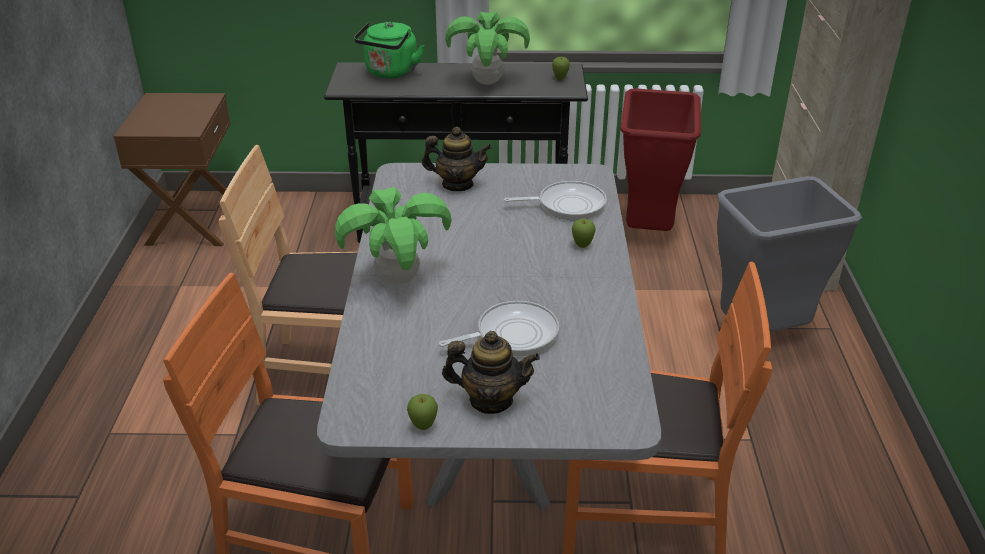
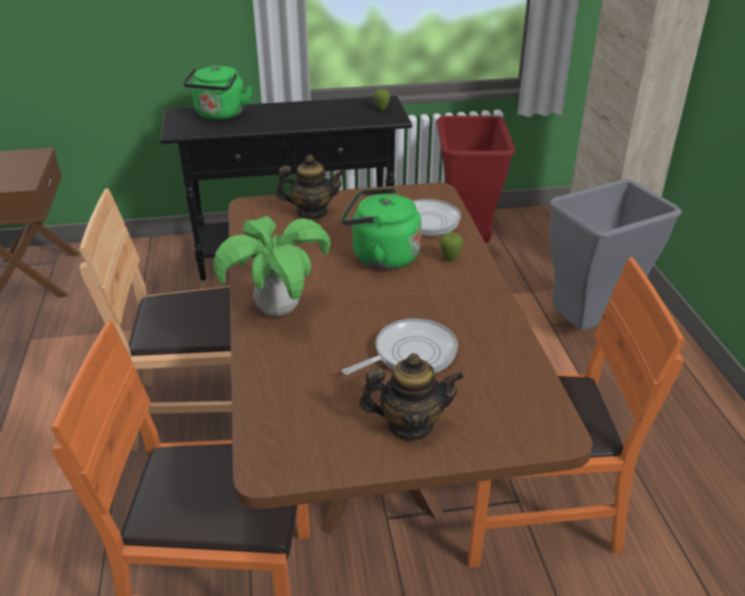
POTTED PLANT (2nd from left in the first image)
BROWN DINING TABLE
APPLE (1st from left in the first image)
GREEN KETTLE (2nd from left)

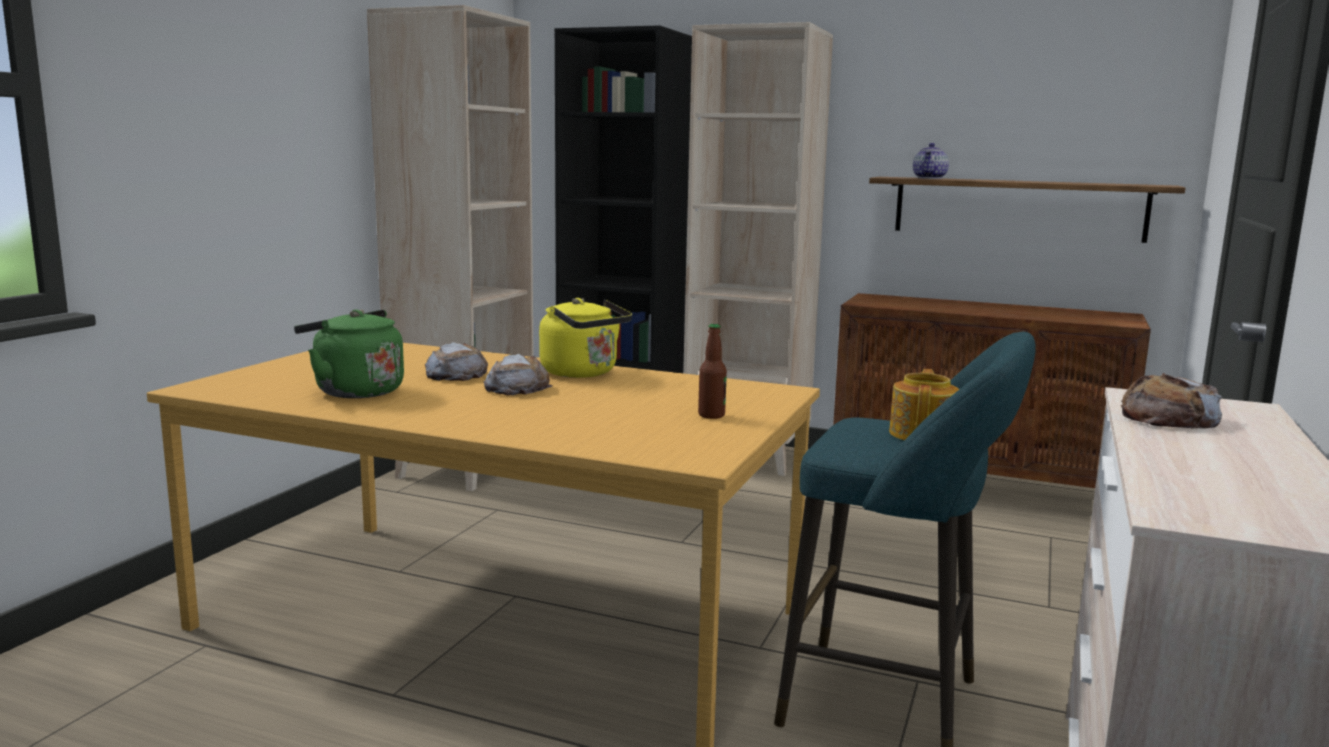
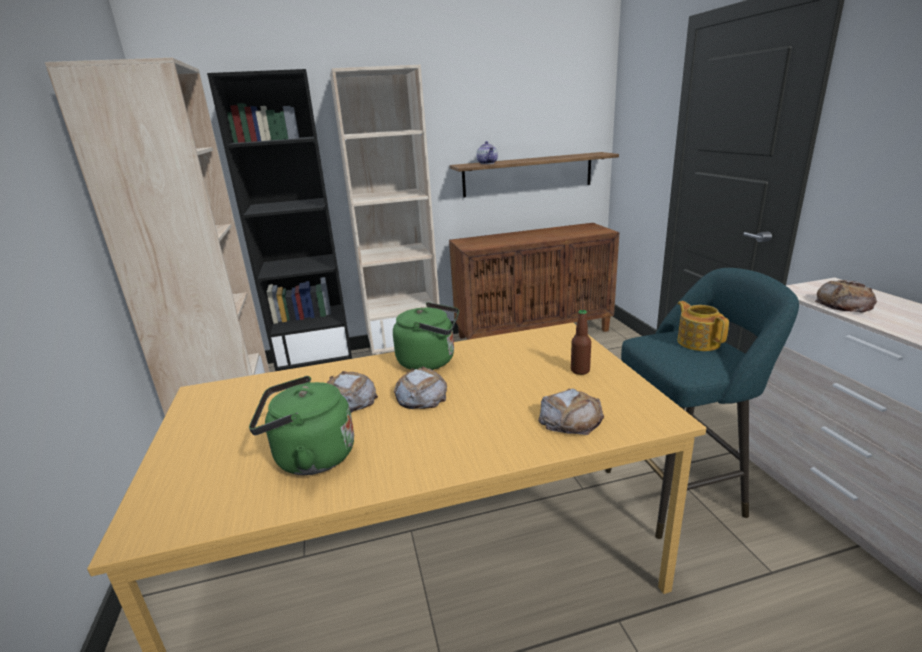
GREEN KETTLE (2nd from left)
BREAD (3rd from left)

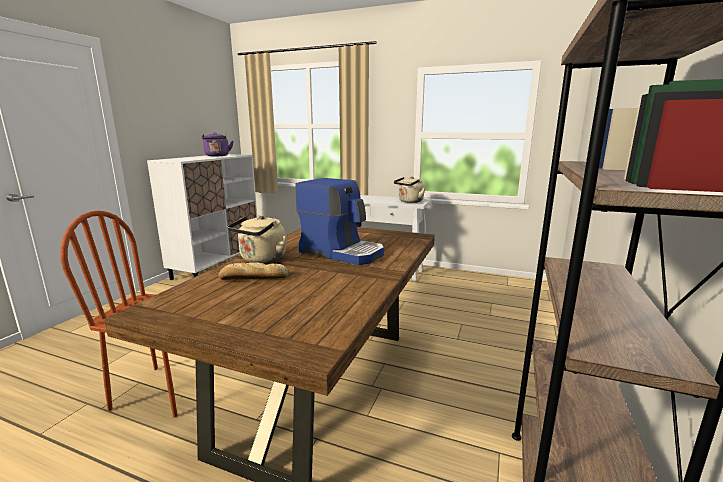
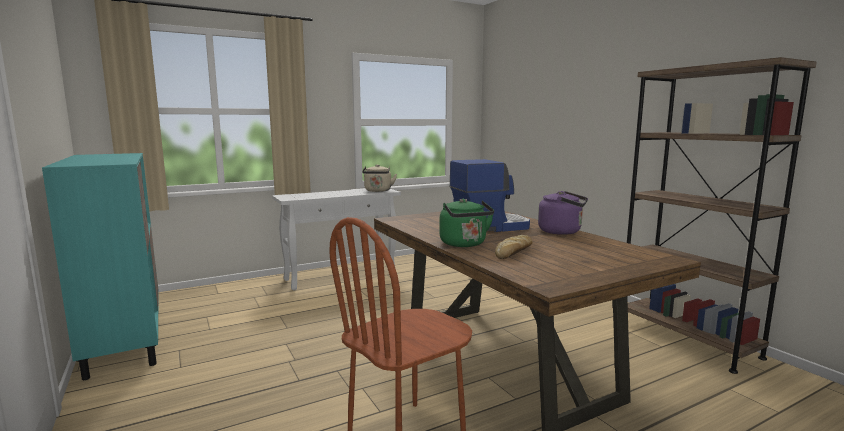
PURPLE KETTLE
TURQUOISE CABINET
GREEN KETTLE

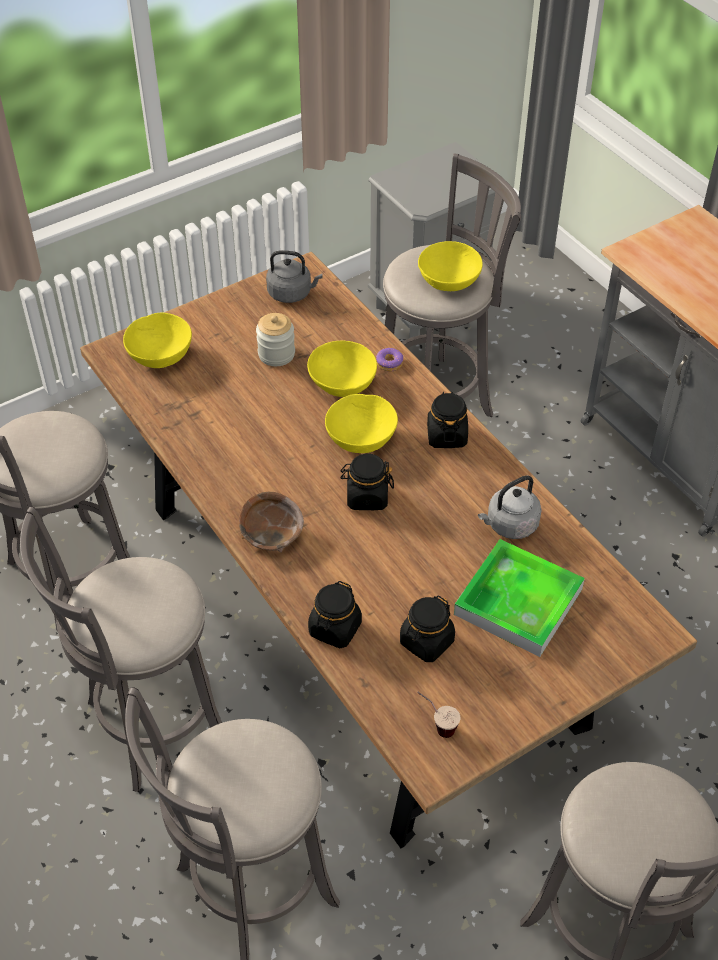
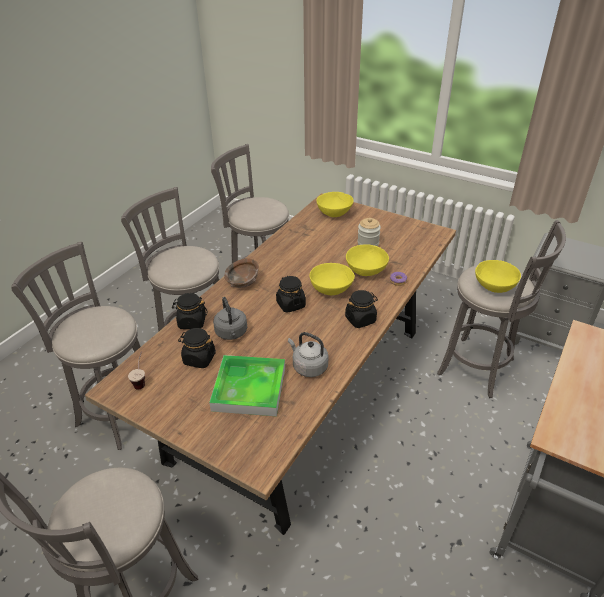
GREY KETTLE (1st from left)

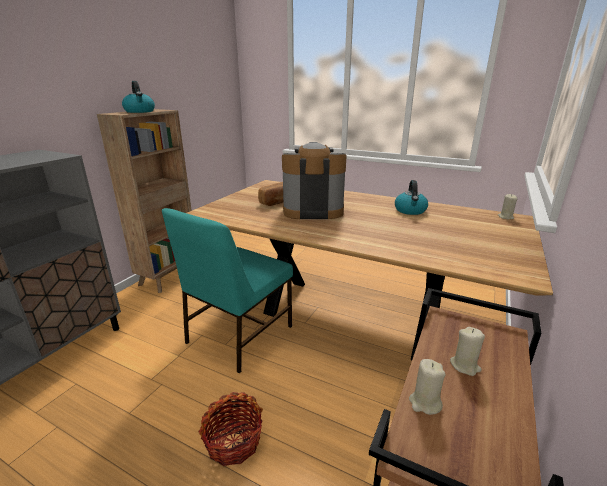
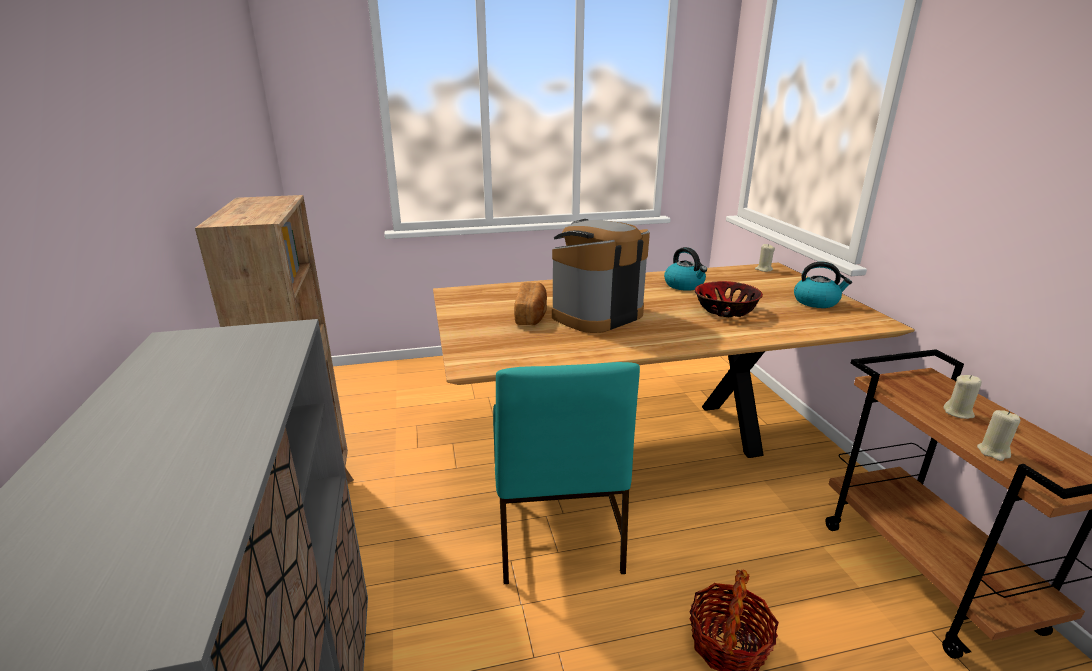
KETTLE (2nd from left)
BOWL

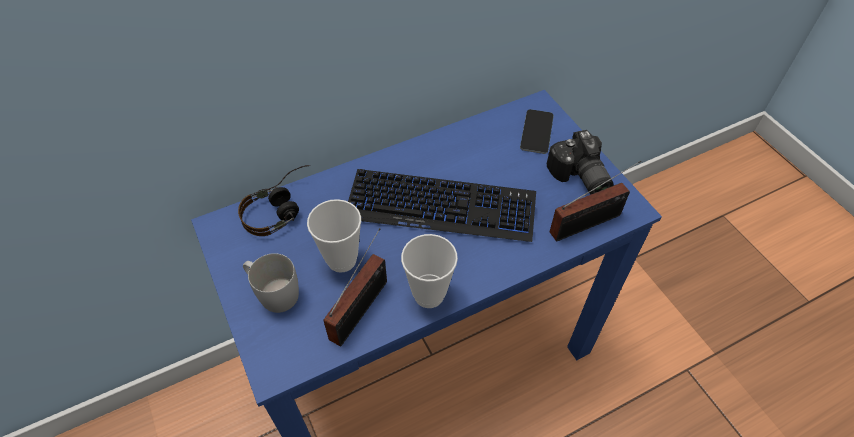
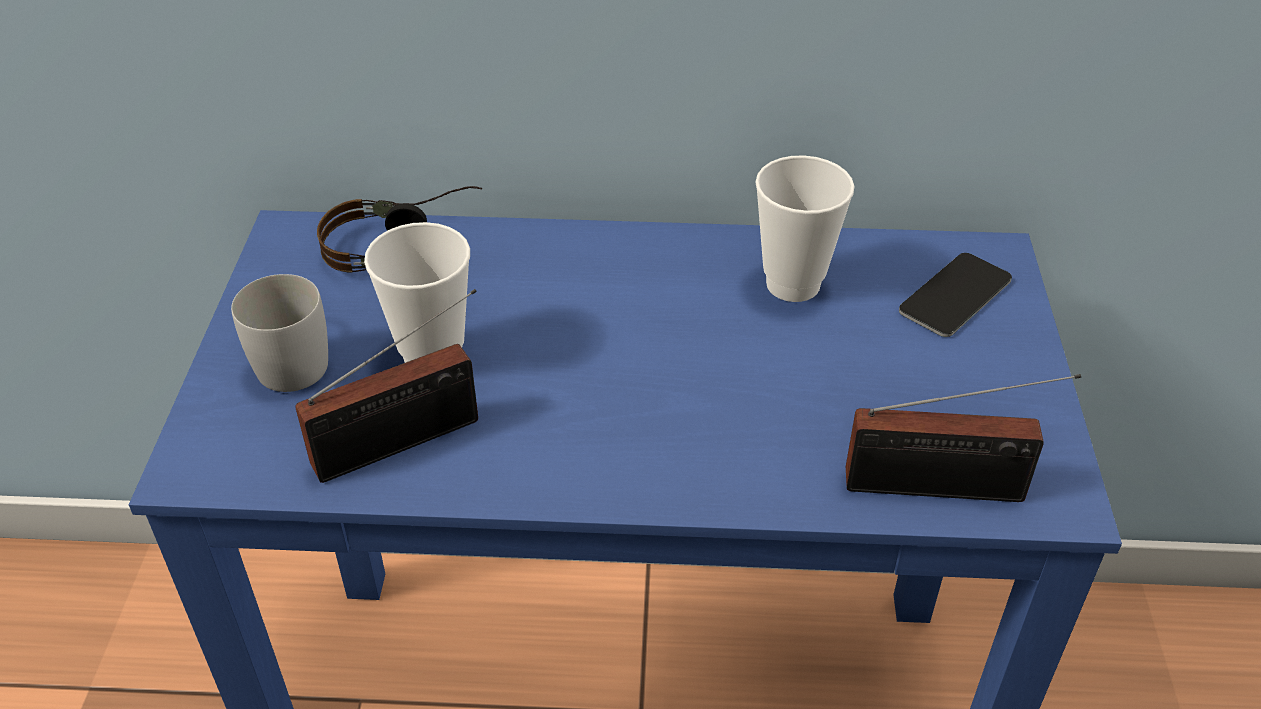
PHOTO CAMERA
KEYBOARD
CUP (2nd from left)

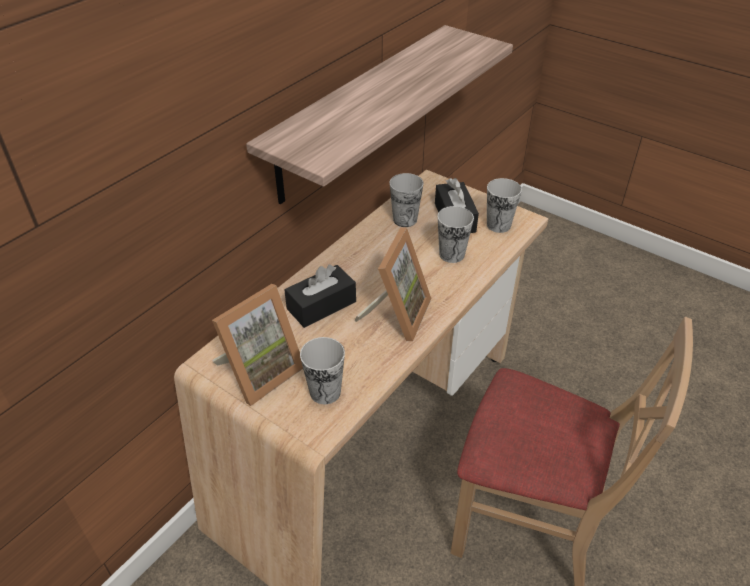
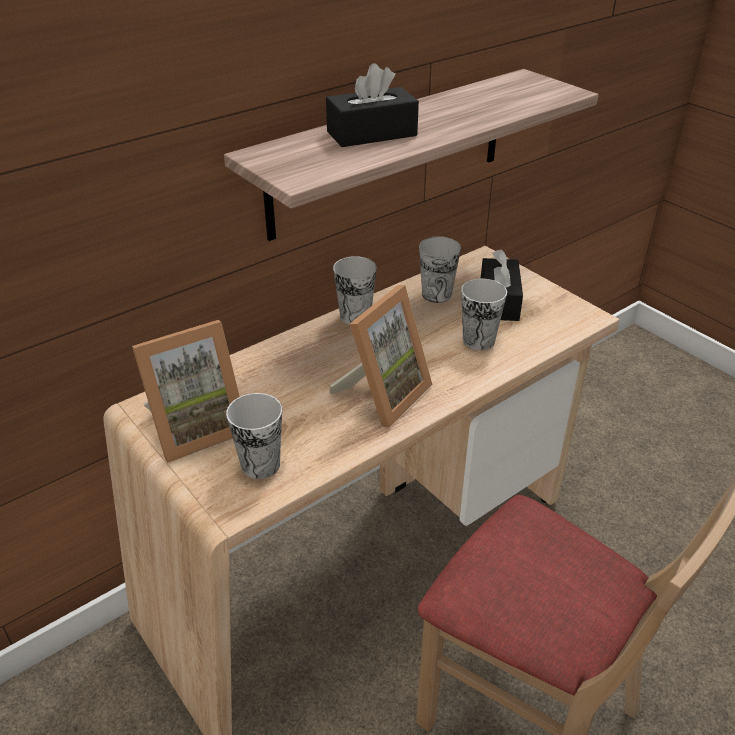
CUP (2nd from left)
BLACK TISSUE BOX (1st from left)

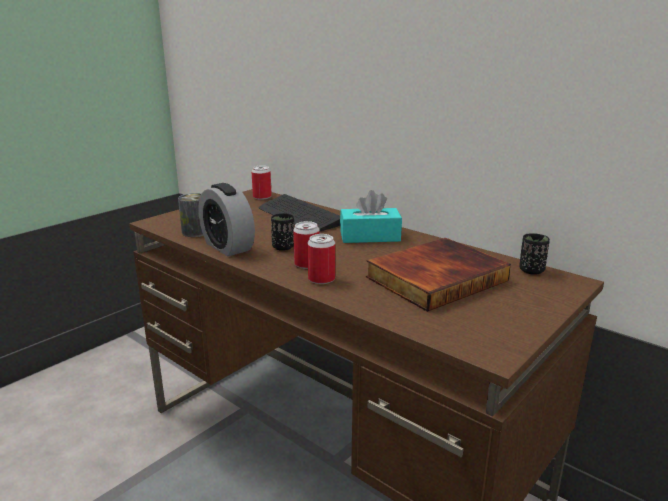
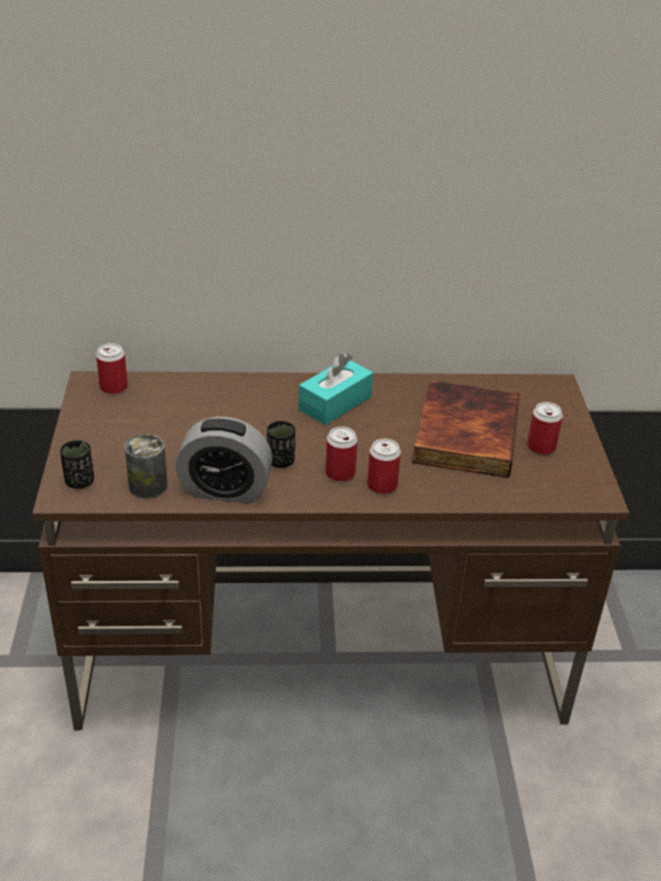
KEYBOARD
BLACK CUP (1st from left)
CAN (5th from left)

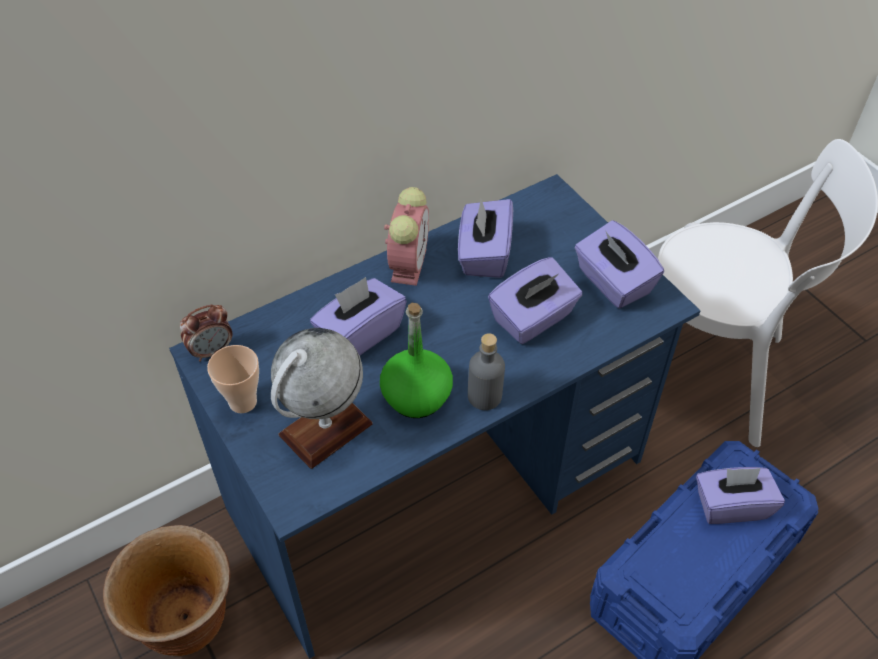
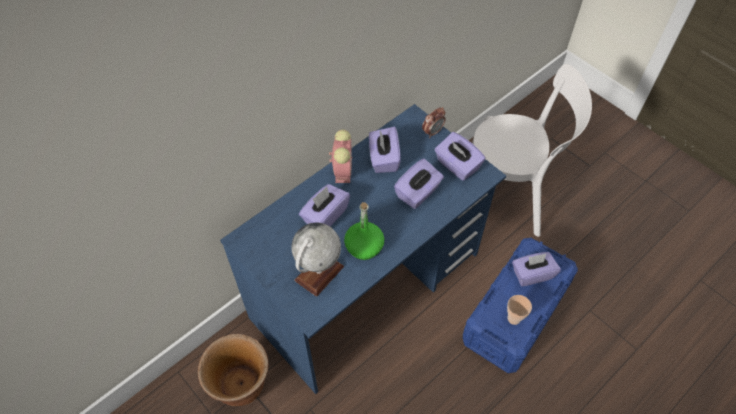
ALARM CLOCK (2nd from left)
GREY BOTTLE
CUP

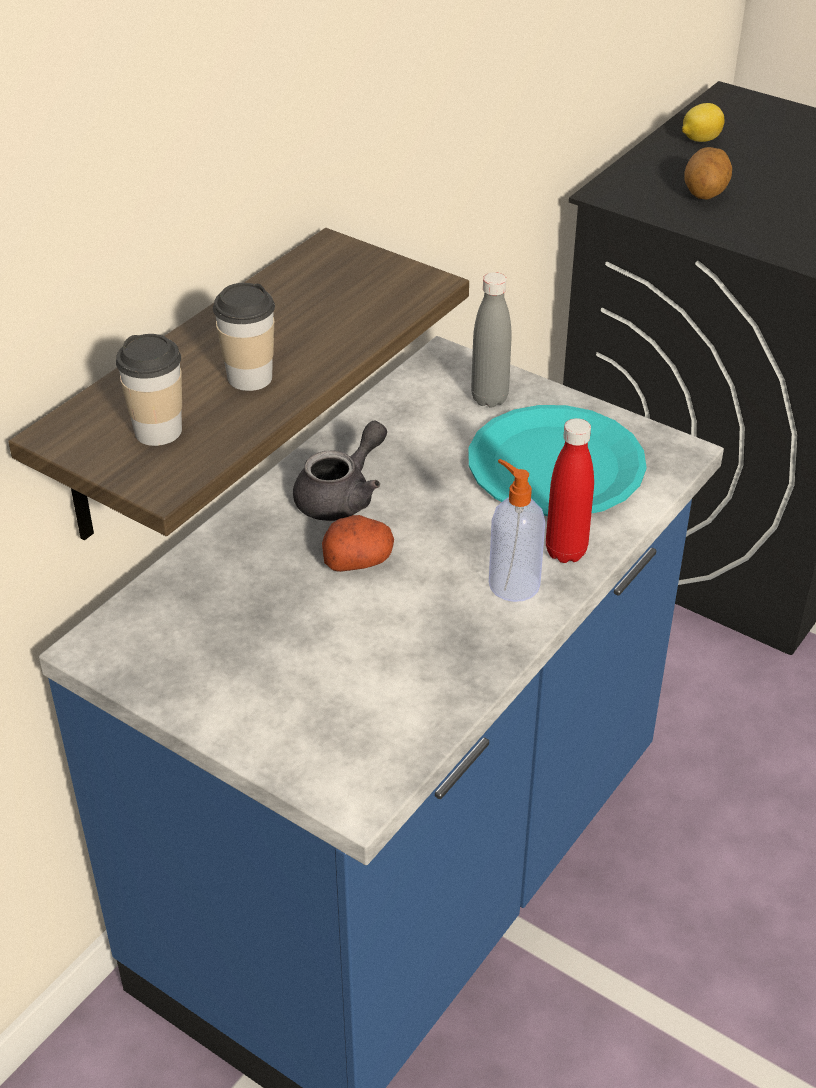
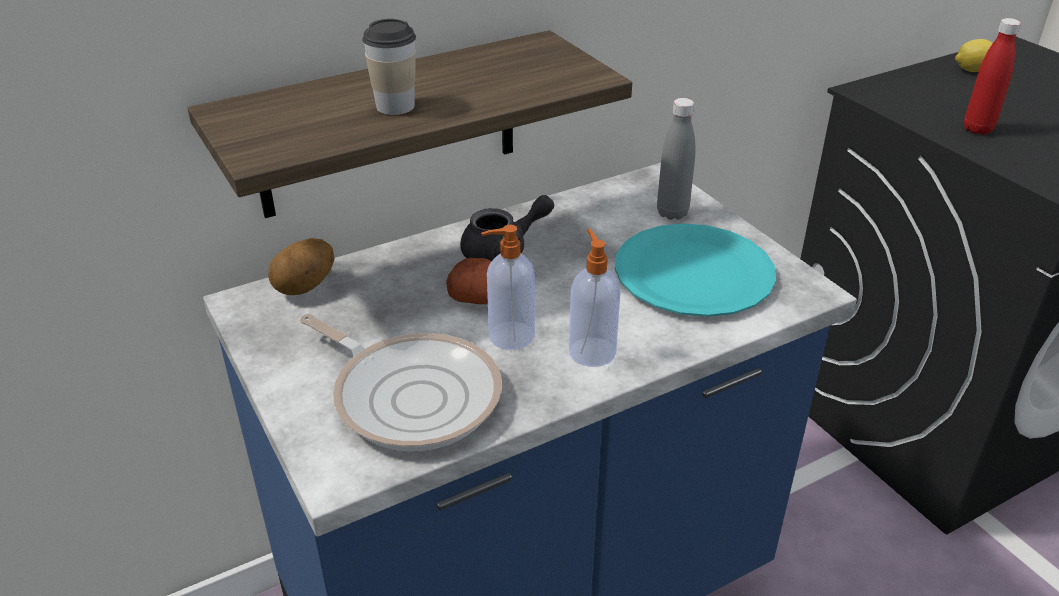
POTATO (1st from left)
CUP (1st from left in the first image)
RED BOTTLE
SOAP DISPENSER (1st from left)
FRYING PAN

